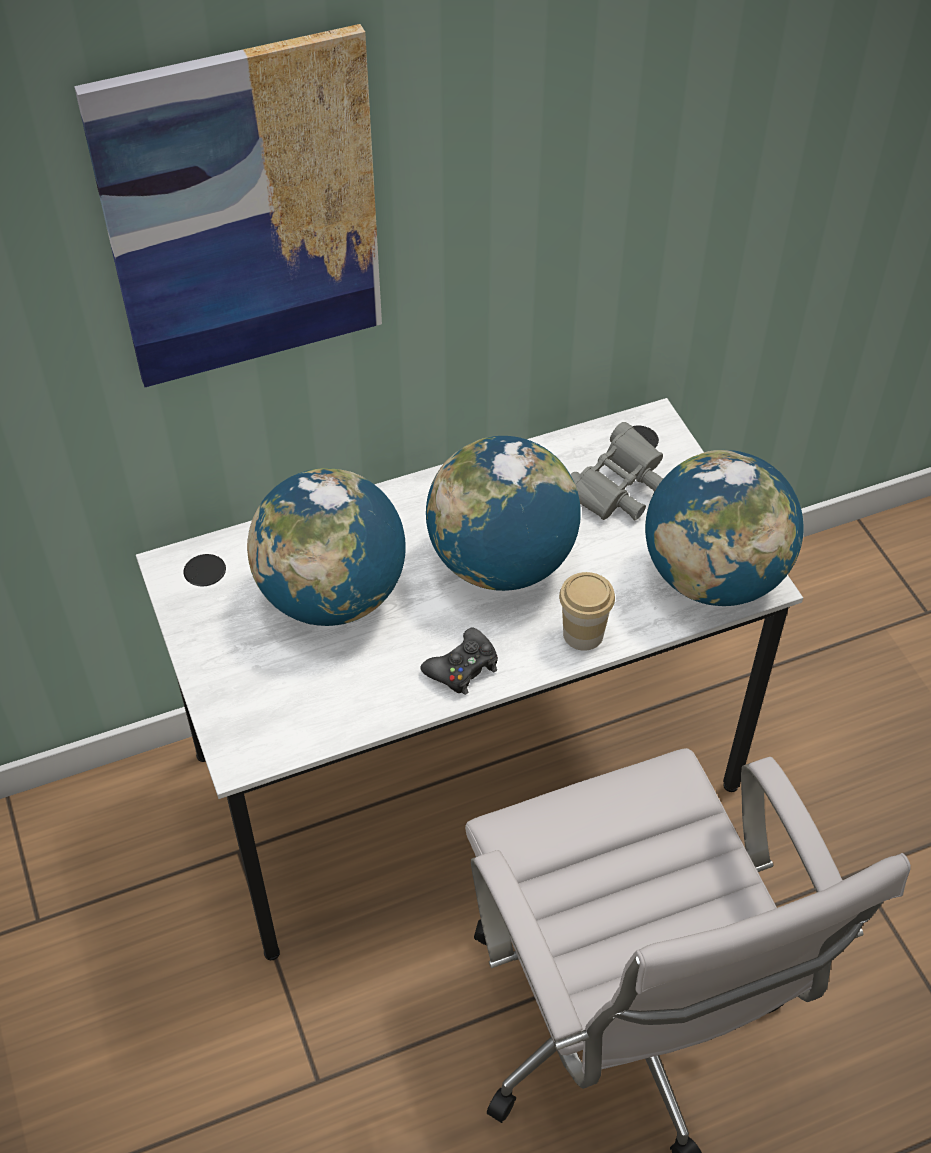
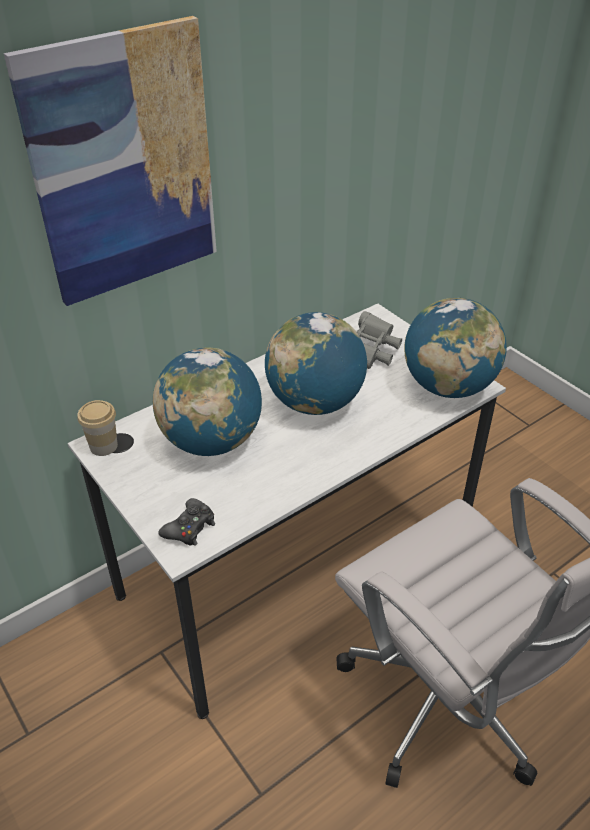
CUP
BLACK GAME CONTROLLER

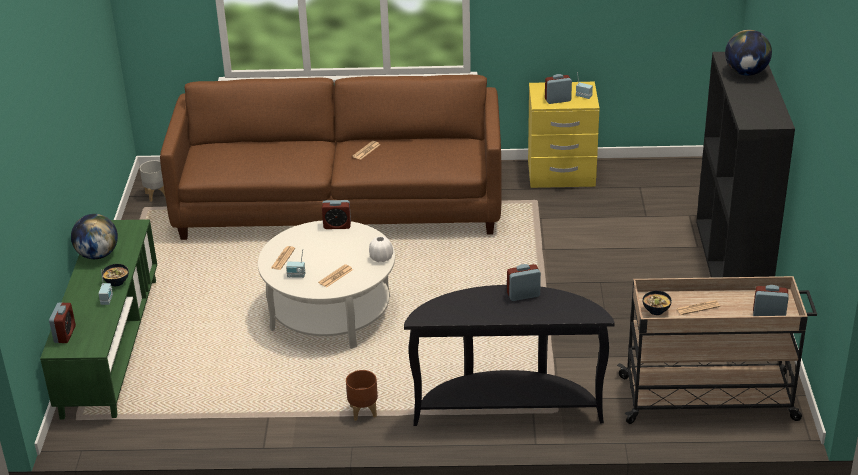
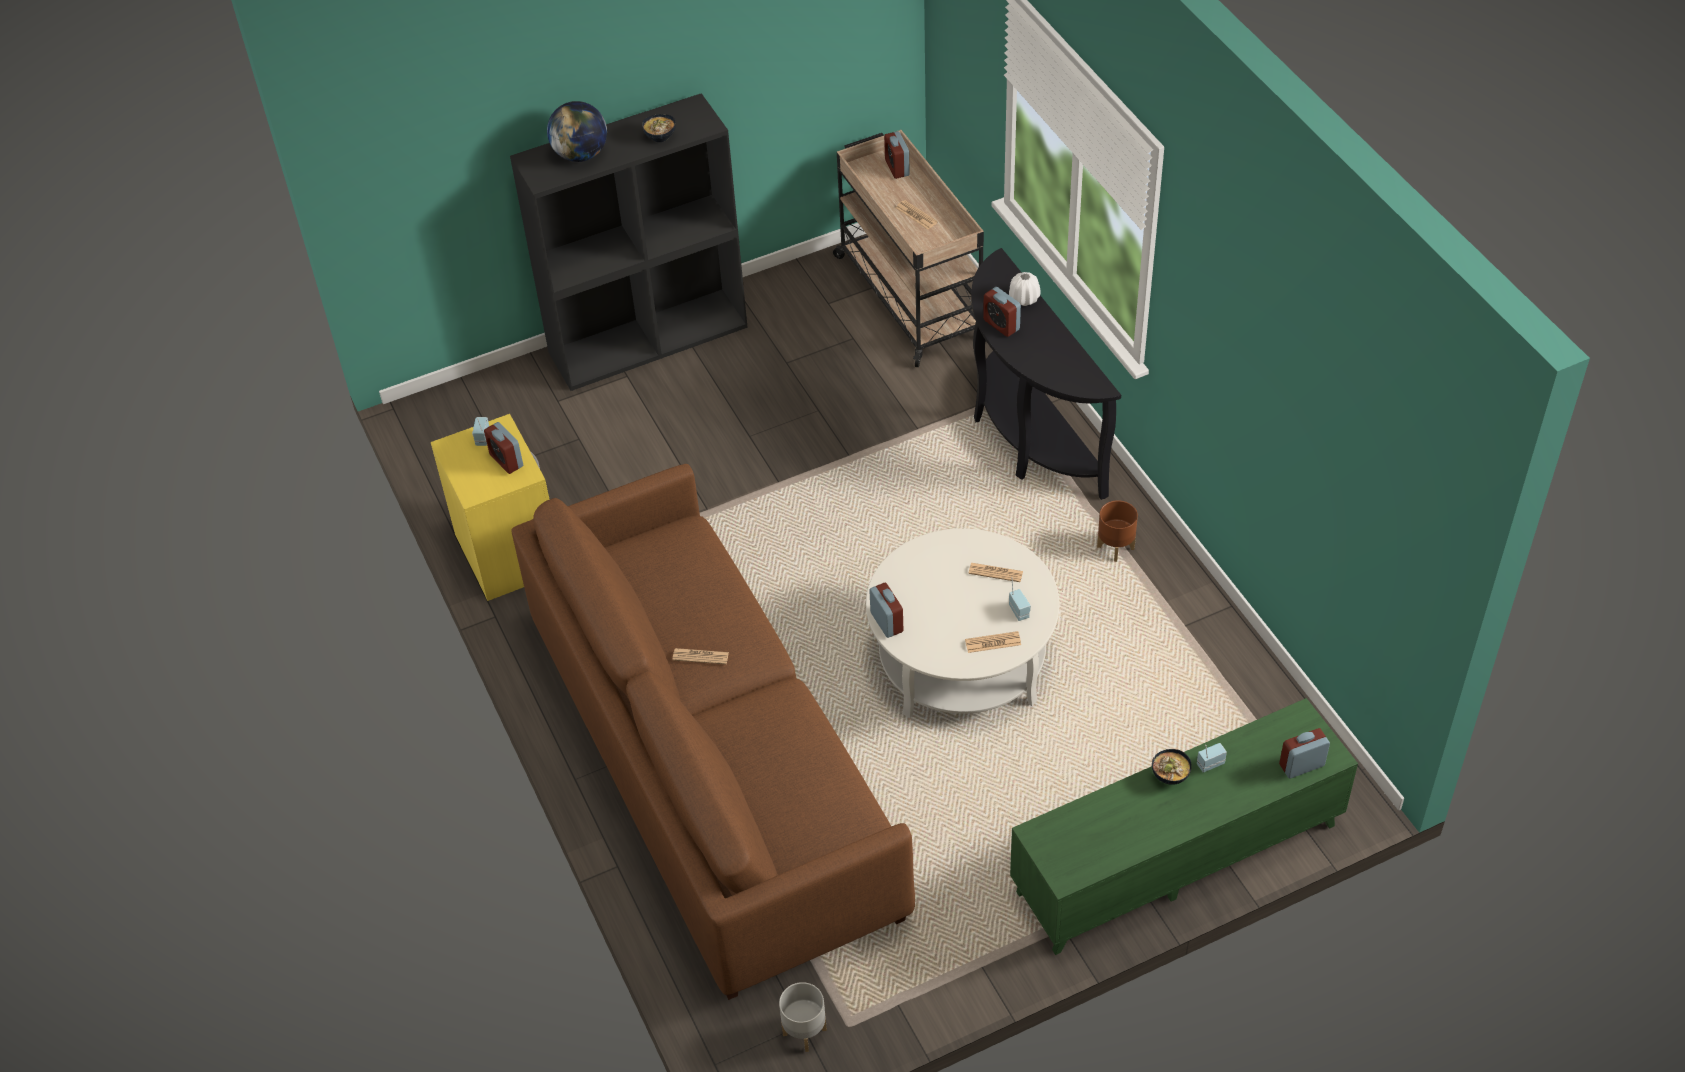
GLOBE (1st from left in the first image)
WHITE VASE
BOWL (1st from left)

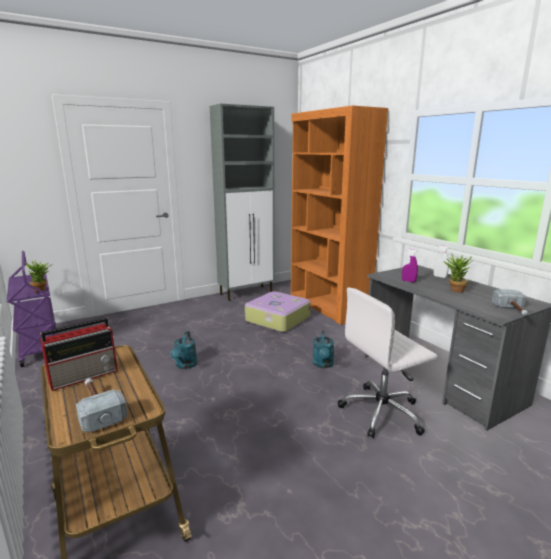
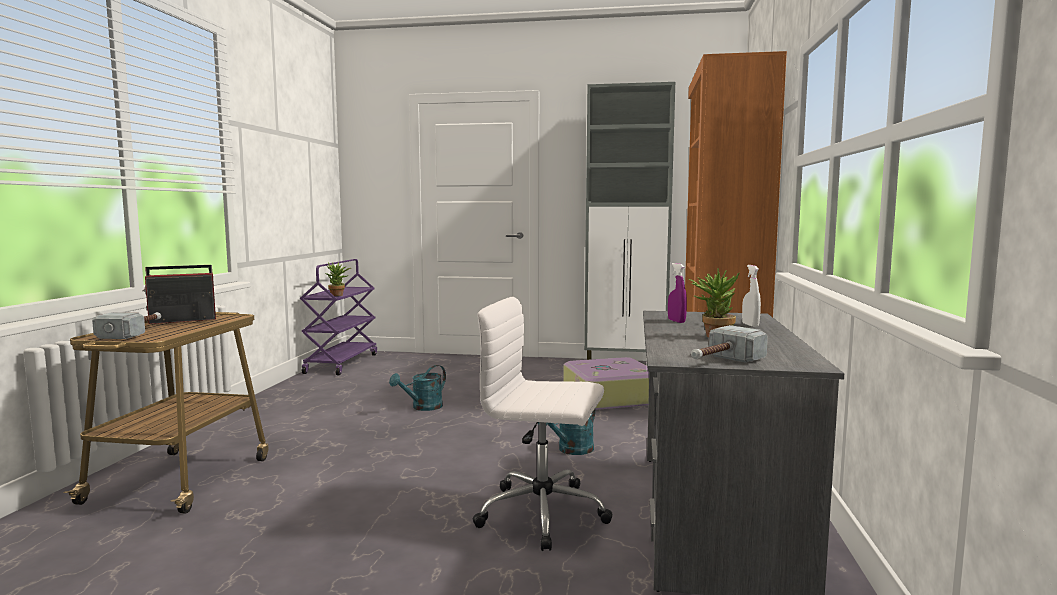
RADIO

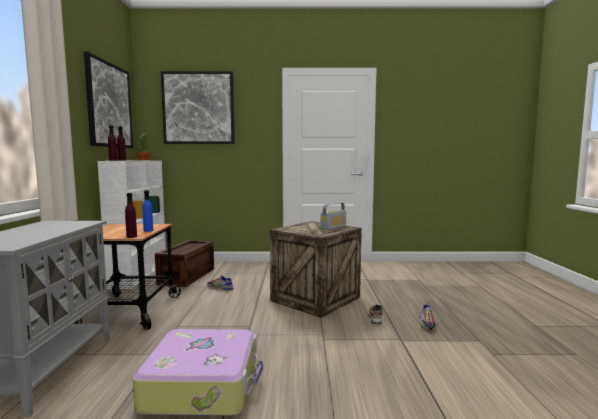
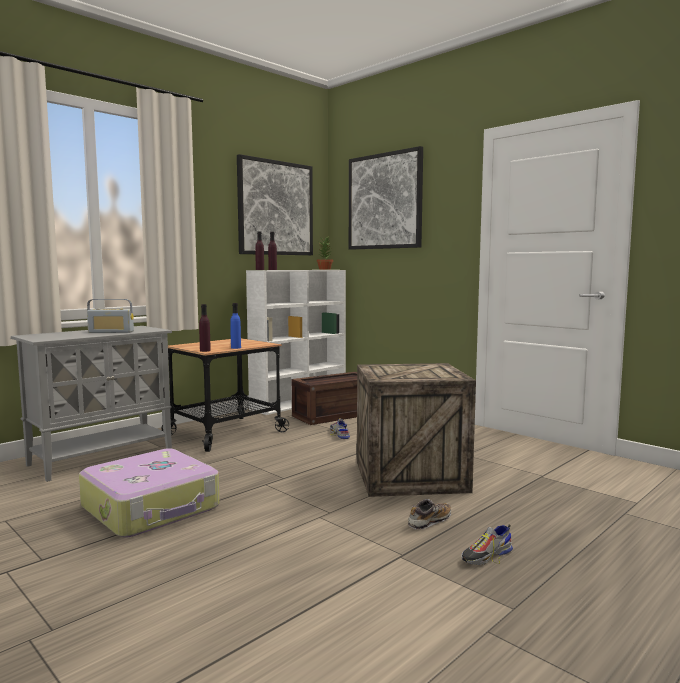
RADIO

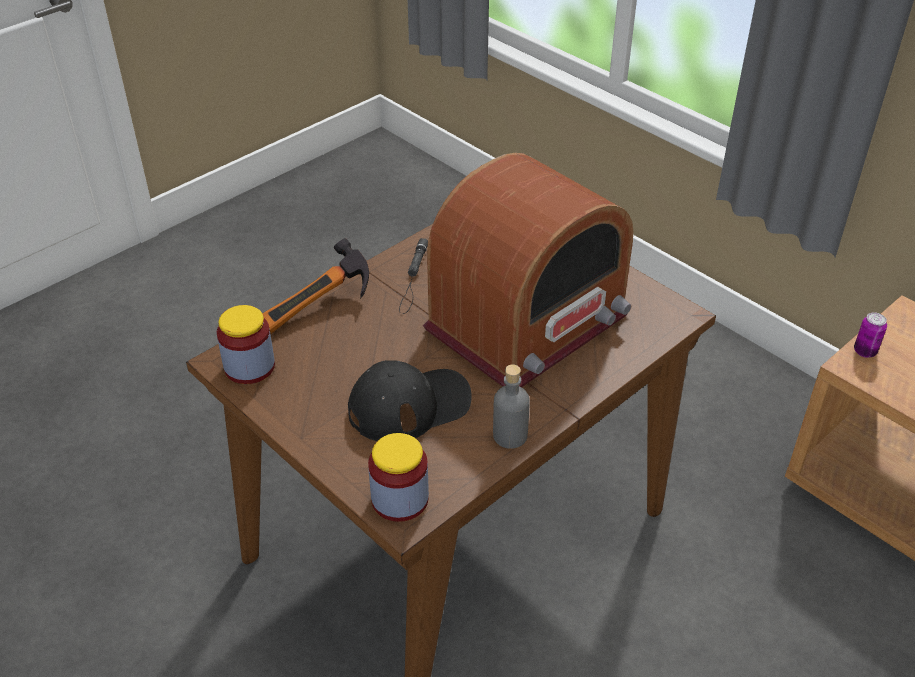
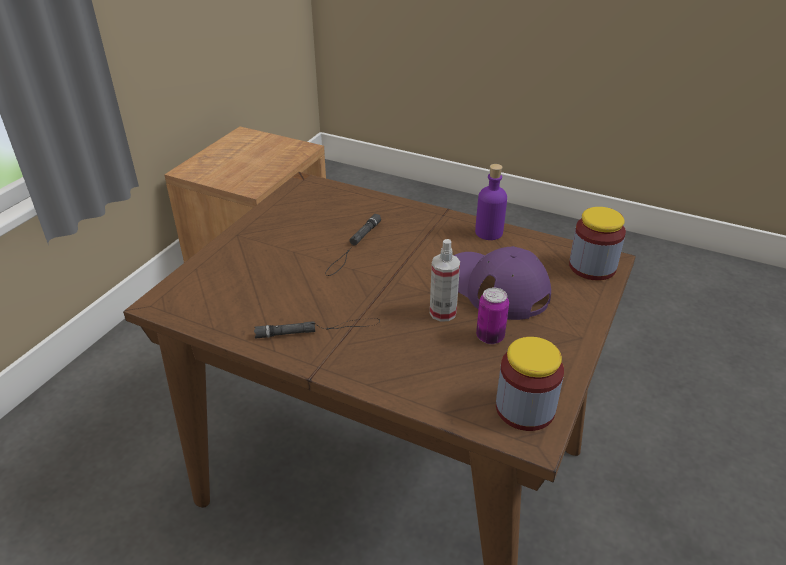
BLACK FLASHLIGHT (2nd from left)
HAMMER
CAN
PURPLE CAP
PURPLE BOTTLE
SPRAY BOTTLE

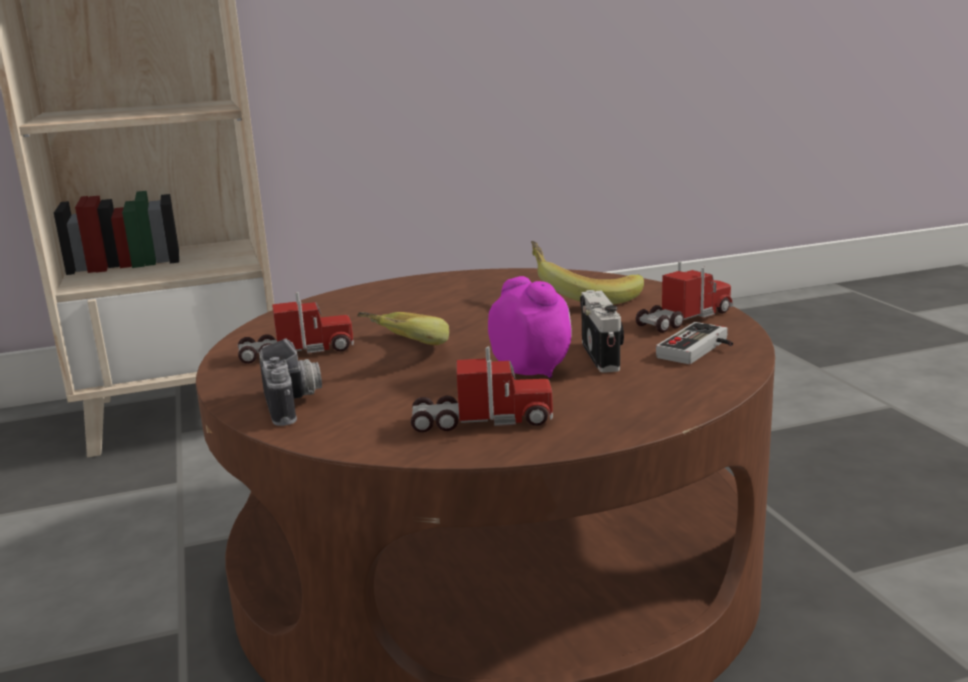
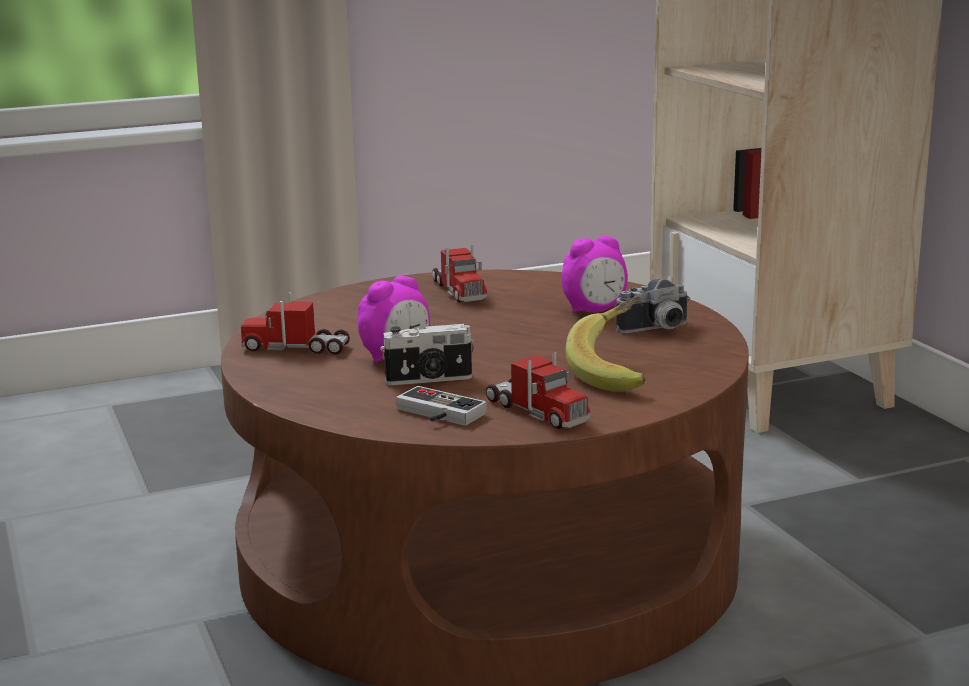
BANANA (1st from left in the first image)
PHOTO CAMERA (2nd from left)
TOY TRUCK (1st from left)
ALARM CLOCK (2nd from left)

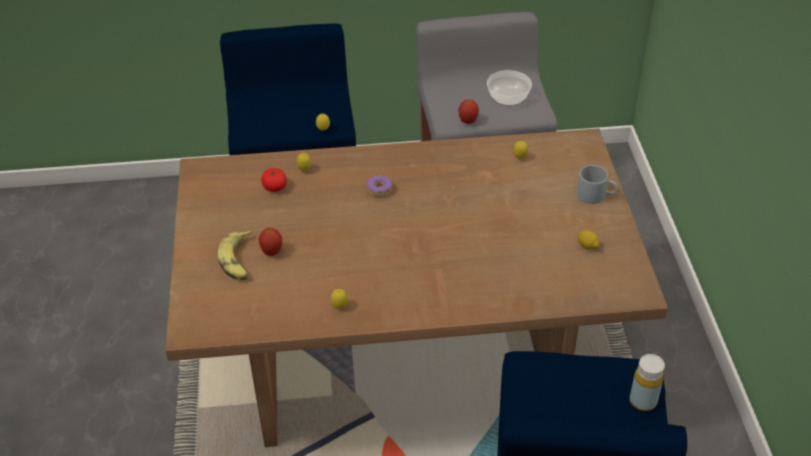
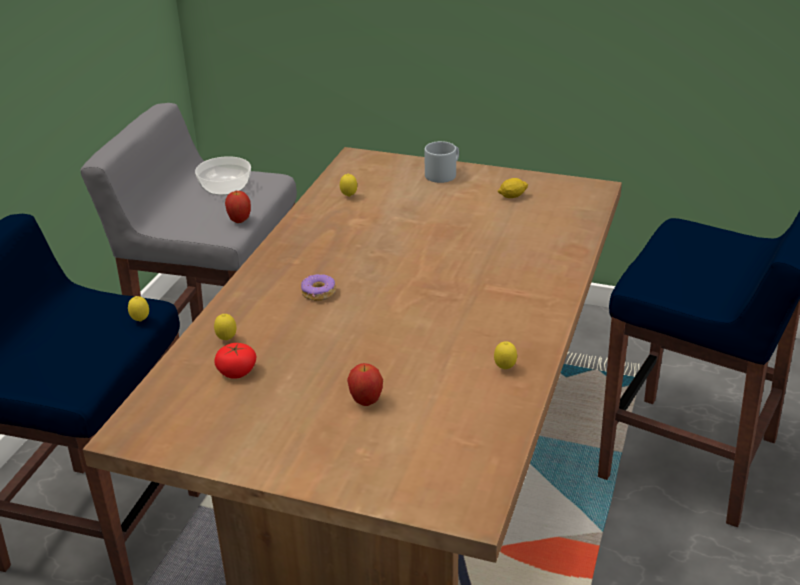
BANANA
YELLOW BOTTLE

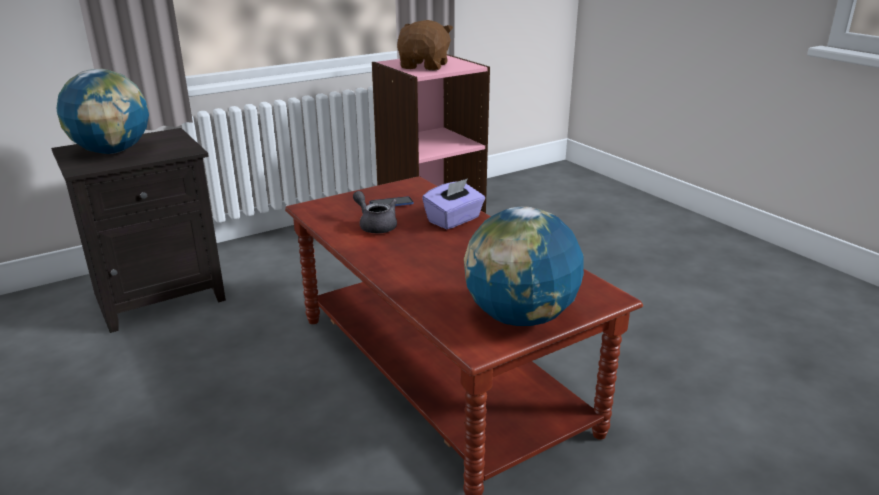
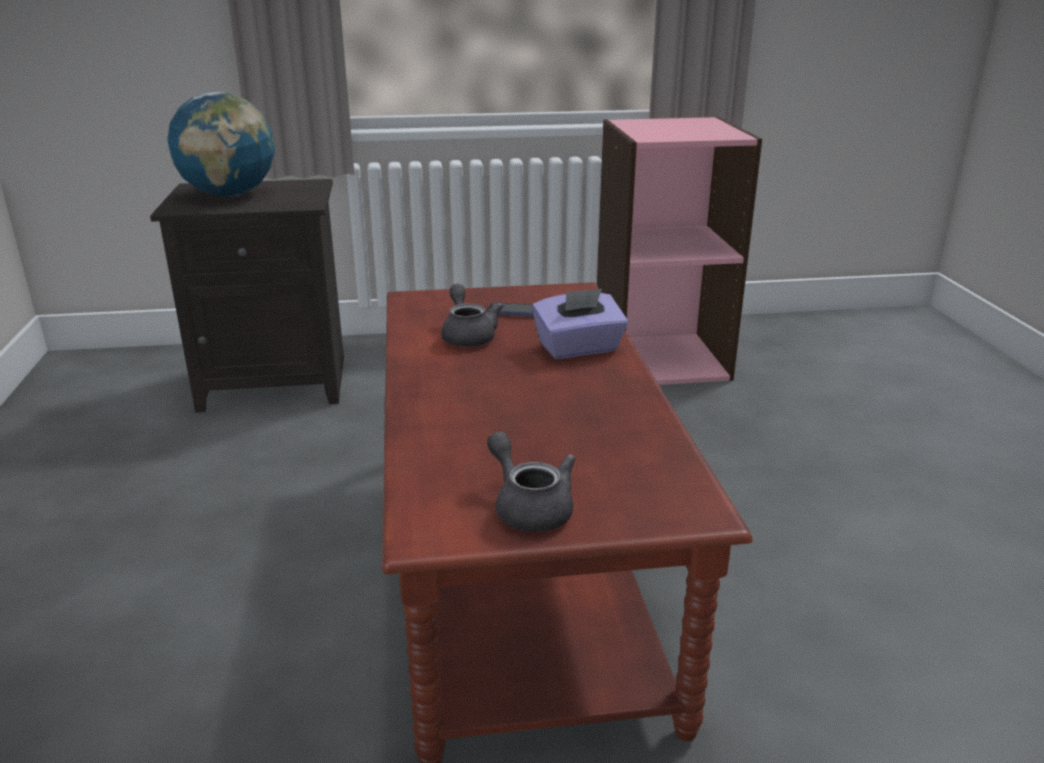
BROWN PLUSH TOY
GREY TEAPOT (2nd from left)

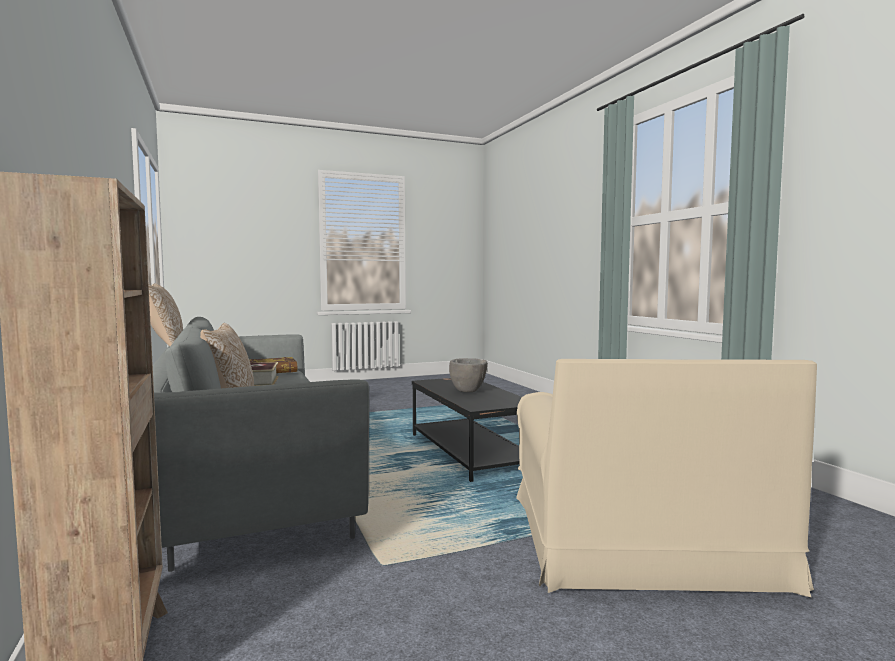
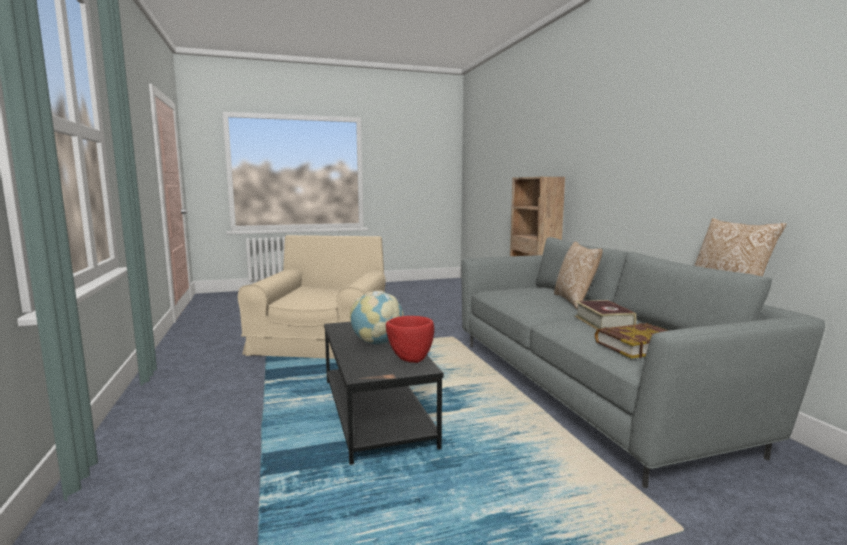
GLOBE
RED BOWL

